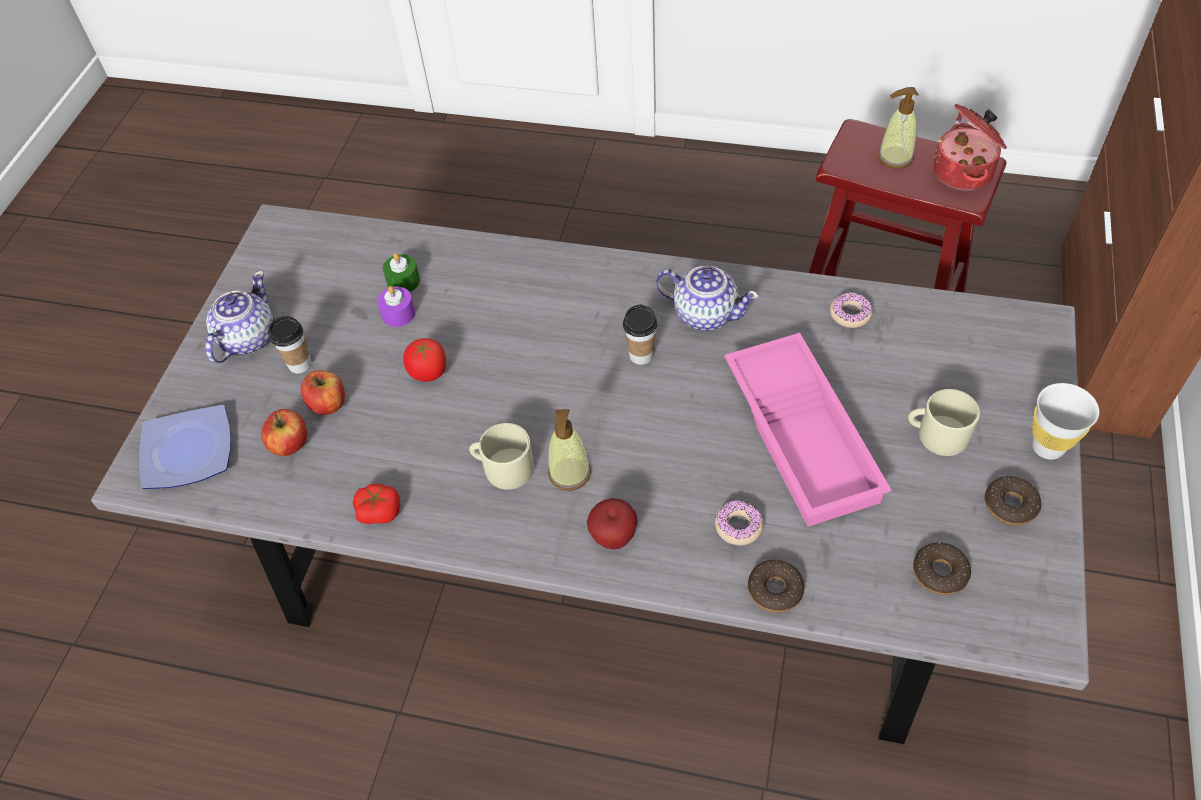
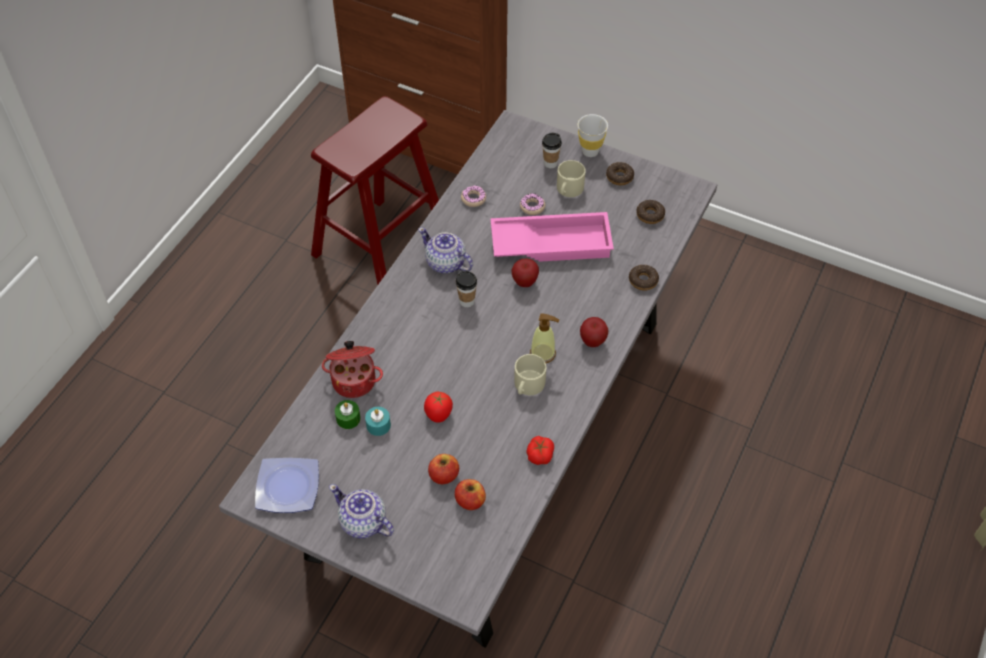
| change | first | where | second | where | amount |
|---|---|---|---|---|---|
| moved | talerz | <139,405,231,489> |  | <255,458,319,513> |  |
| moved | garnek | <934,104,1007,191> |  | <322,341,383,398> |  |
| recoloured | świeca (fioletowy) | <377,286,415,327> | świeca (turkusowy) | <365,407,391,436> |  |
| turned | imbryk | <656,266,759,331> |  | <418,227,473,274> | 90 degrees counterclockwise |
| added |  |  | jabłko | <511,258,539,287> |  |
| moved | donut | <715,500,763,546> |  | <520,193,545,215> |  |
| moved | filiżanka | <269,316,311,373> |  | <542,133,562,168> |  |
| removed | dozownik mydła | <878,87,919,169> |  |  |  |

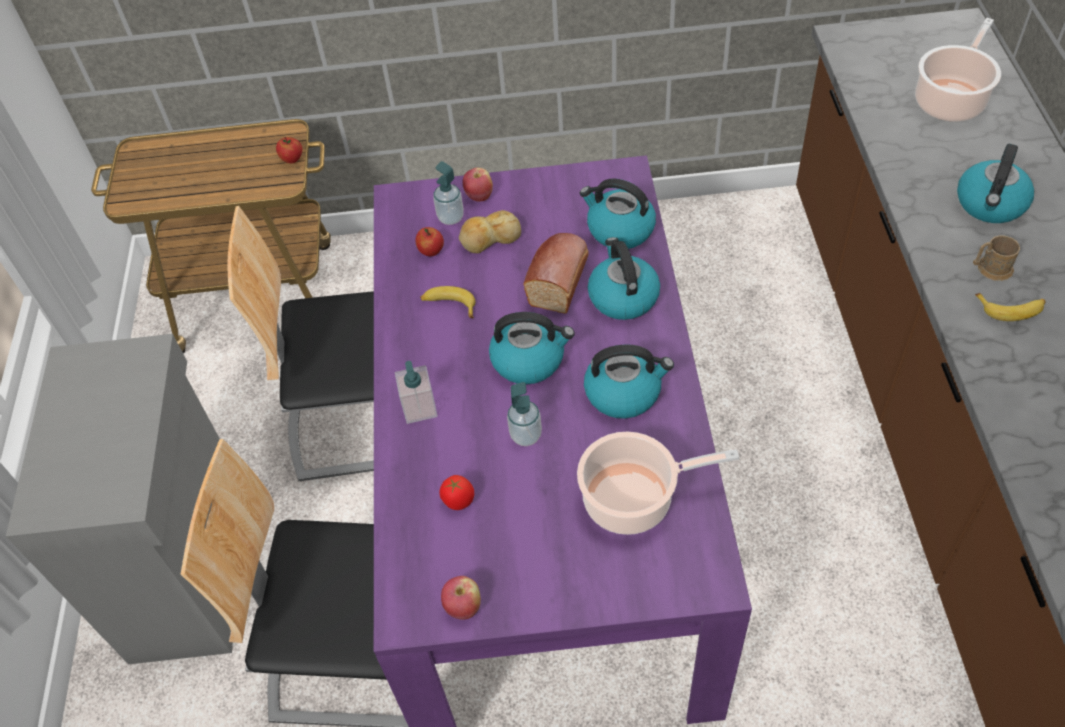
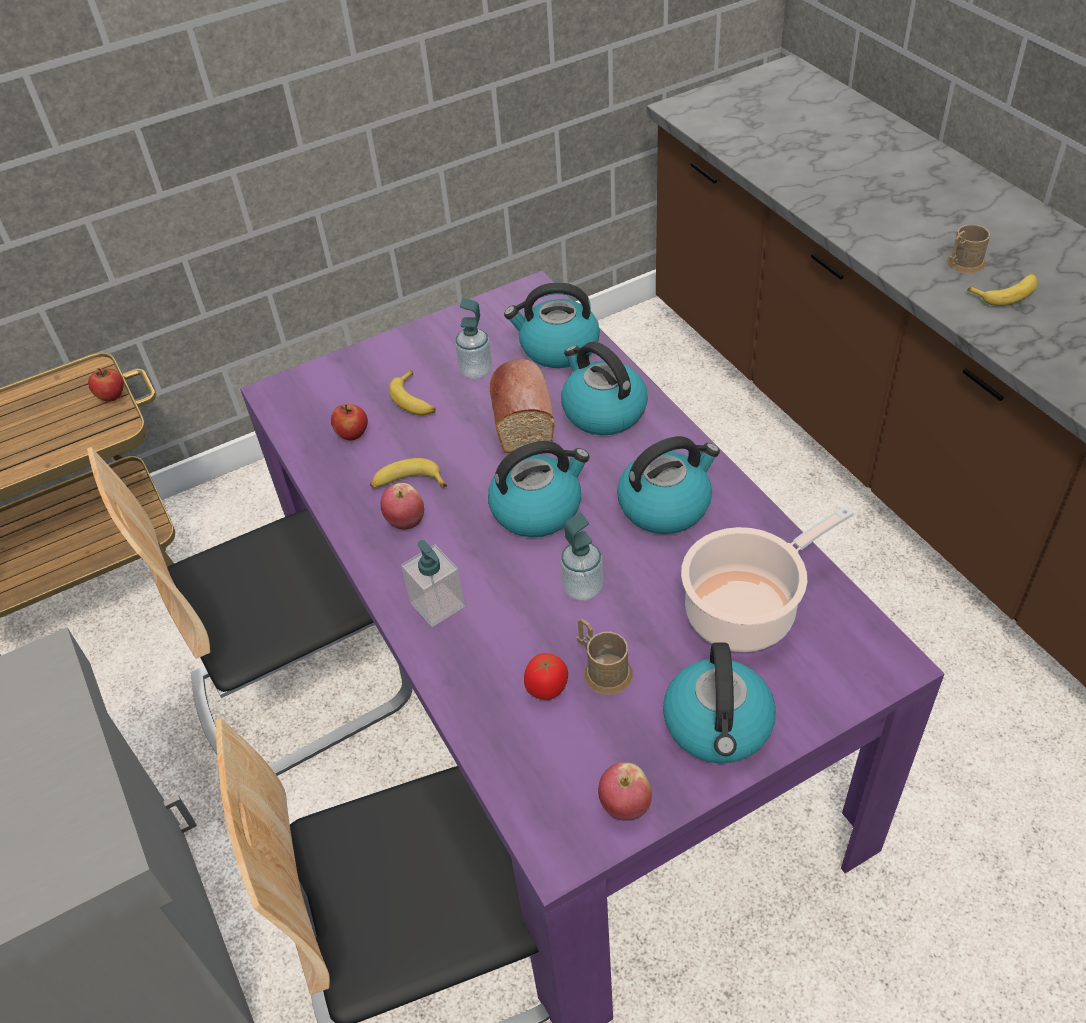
| change | first | where | second | where | amount |
|---|---|---|---|---|---|
| moved | jabłko | <463,168,493,201> |  | <380,483,424,530> |  |
| replaced | chleb | <459,210,521,254> | banan | <389,370,436,416> |  |
| moved | dozownik mydła | <433,161,464,225> |  | <455,298,492,379> |  |
| added |  |  | kubek (brązowy) | <577,619,633,695> |  |
| moved | czajnik | <957,144,1034,223> |  | <663,643,776,764> |  |
| removed | garnek | <915,18,1001,121> |  |  |  |

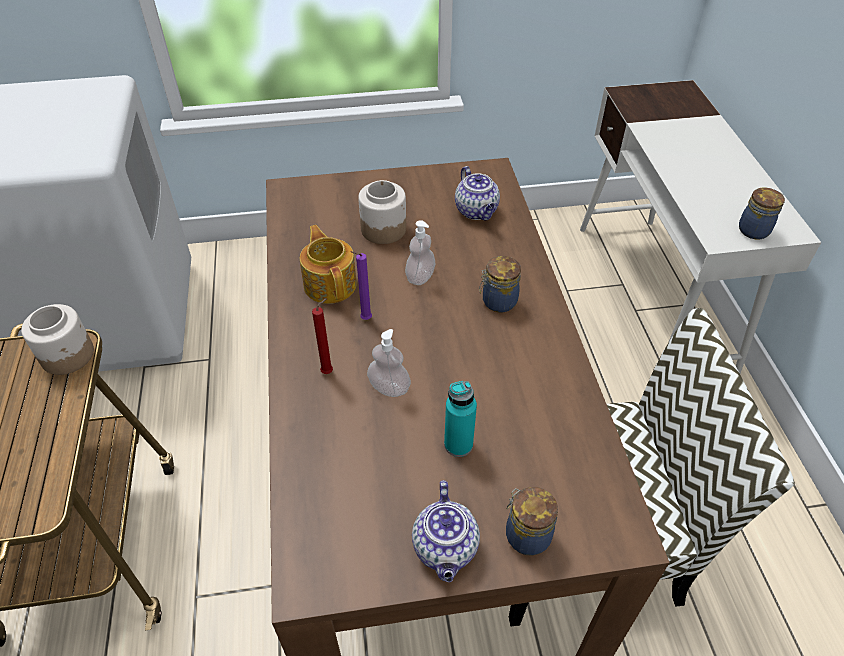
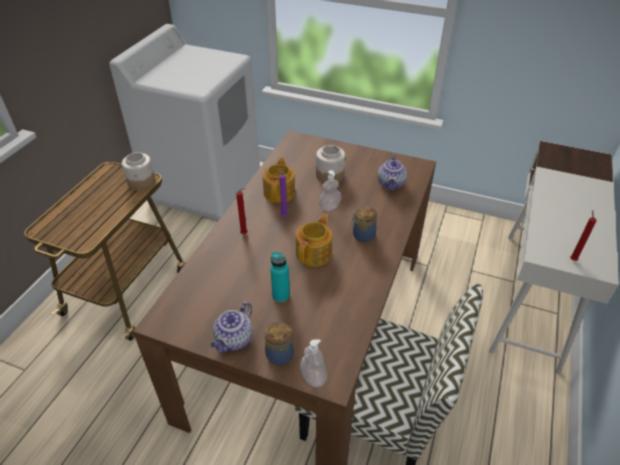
| change | first | where | second | where | amount |
|---|---|---|---|---|---|
| added |  |  | imbryk | <296,214,332,267> |  |
| moved | dozownik mydła | <367,329,411,397> |  | <300,339,327,387> |  |
| replaced | słoik | <739,188,785,239> | świeca (czerwony) | <570,210,597,261> |  |

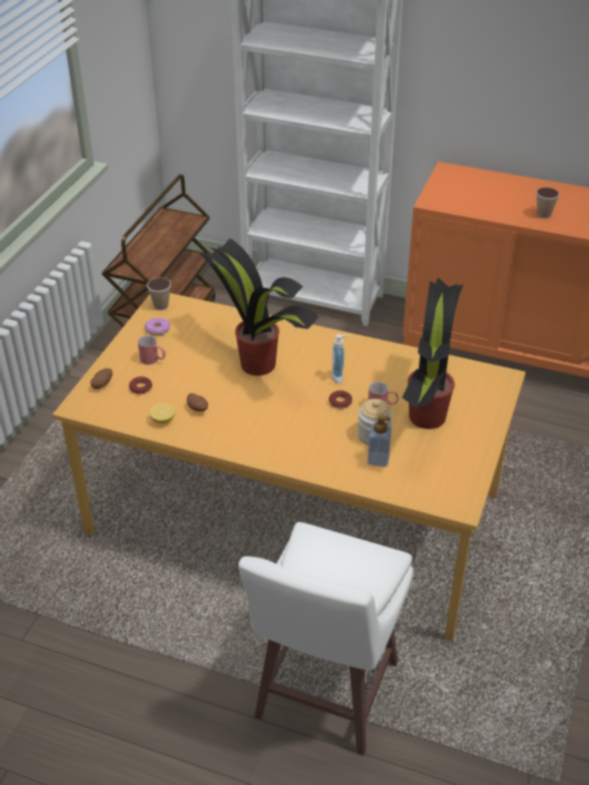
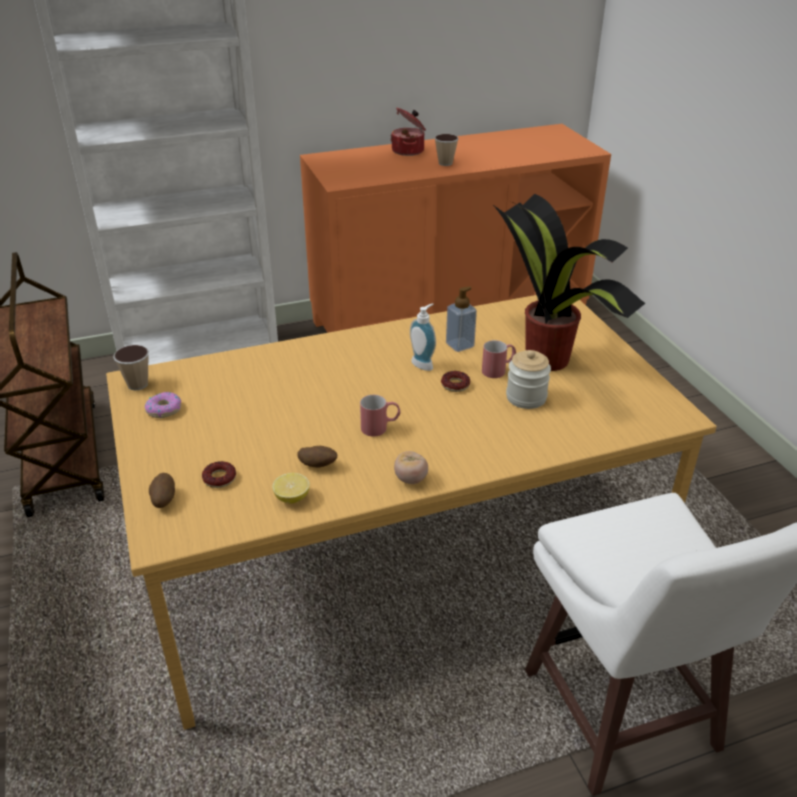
| change | first | where | second | where | amount |
|---|---|---|---|---|---|
| moved | kubek (czerwony) | <138,335,166,365> |  | <360,395,400,437> |  |
| added |  |  | garnek | <390,108,426,156> |  |
| added |  |  | pomidor | <394,451,428,484> |  |
| moved | dozownik mydła | <367,415,392,467> |  | <446,286,477,352> |  |
| removed | roślina doniczkowa | <199,238,319,376> |  |  |  |

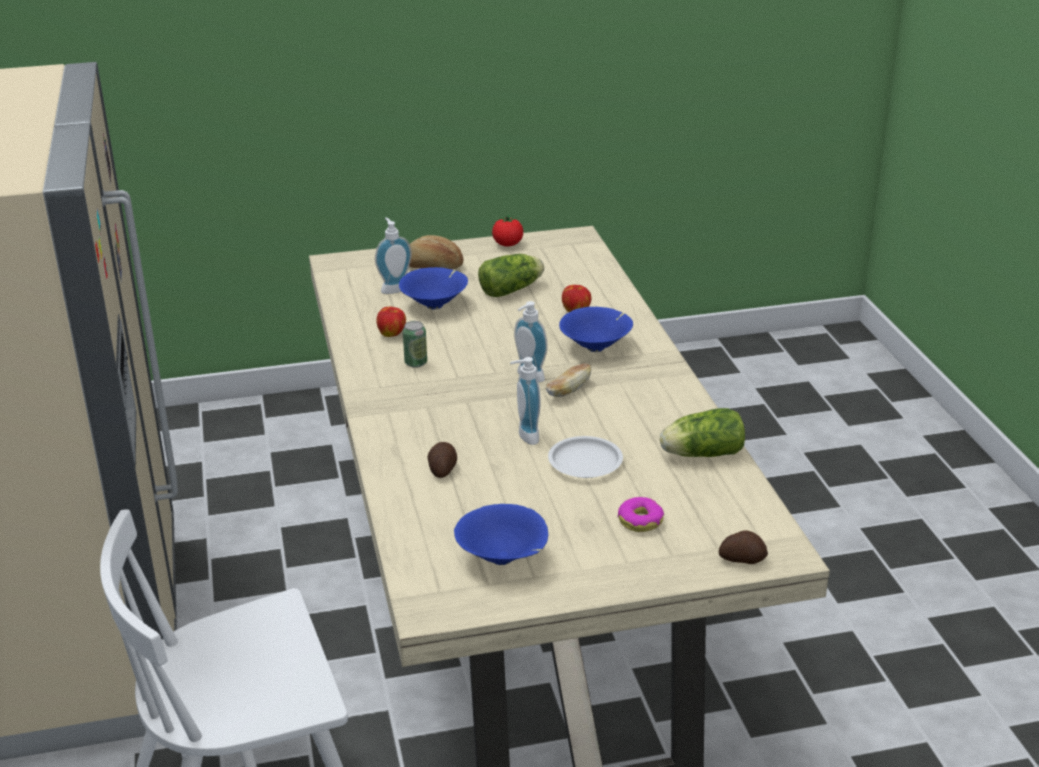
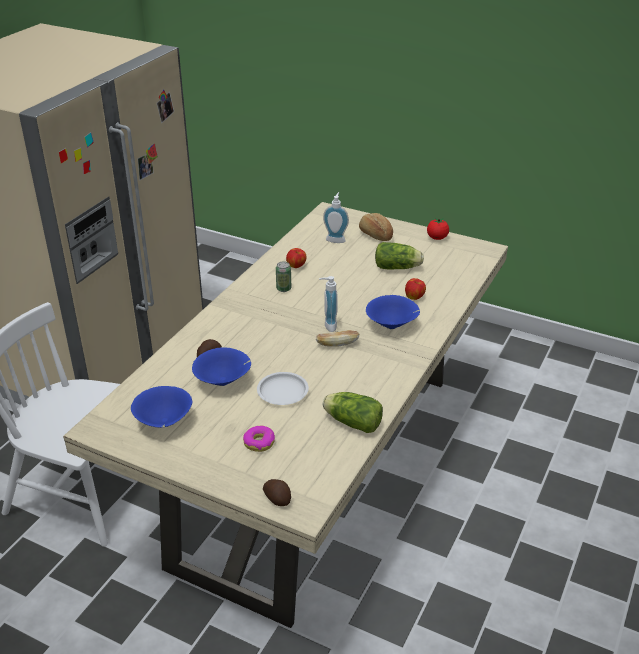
| change | first | where | second | where | amount |
|---|---|---|---|---|---|
| moved | miska (niebieski) | <399,267,468,310> |  | <192,347,251,386> |  |
| removed | dozownik mydła | <510,357,541,445> |  |  |  |

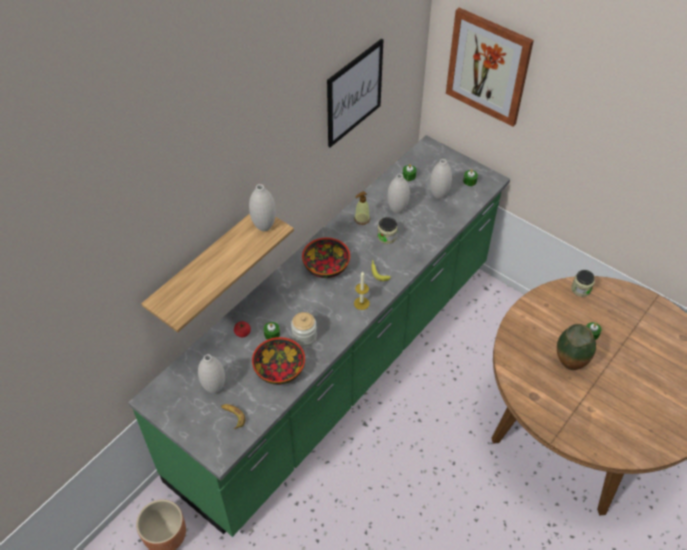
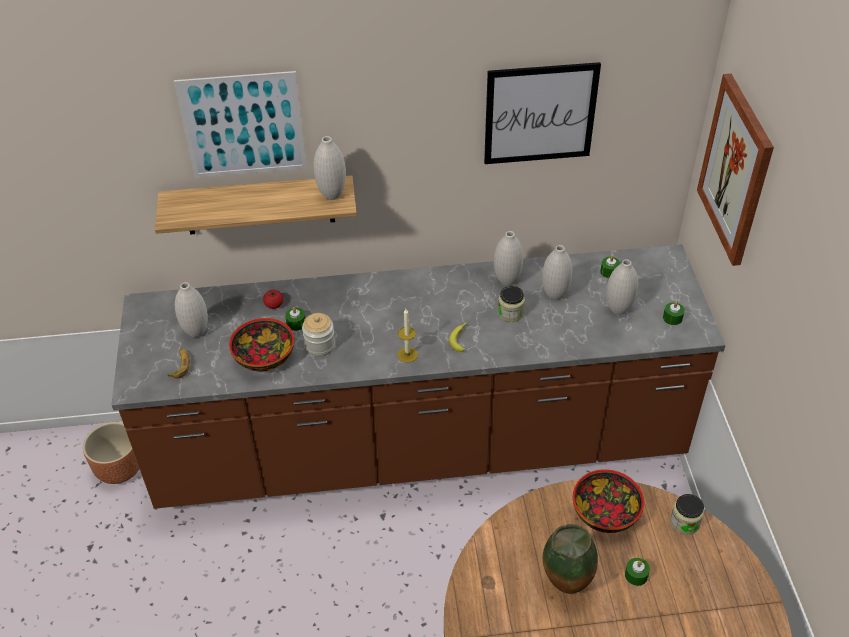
| change | first | where | second | where | amount |
|---|---|---|---|---|---|
| recoloured | zabudowa kuchenna (zielony) | <128,135,510,537> | zabudowa kuchenna (brązowy) | <112,244,725,509> |  |
| added |  |  | obraz | <174,71,307,178> |  |
| replaced | dozownik mydła | <354,191,370,225> | wazon (biały) | <494,231,523,286> |  |
| moved | miska | <302,238,350,278> |  | <573,469,644,533> |  |

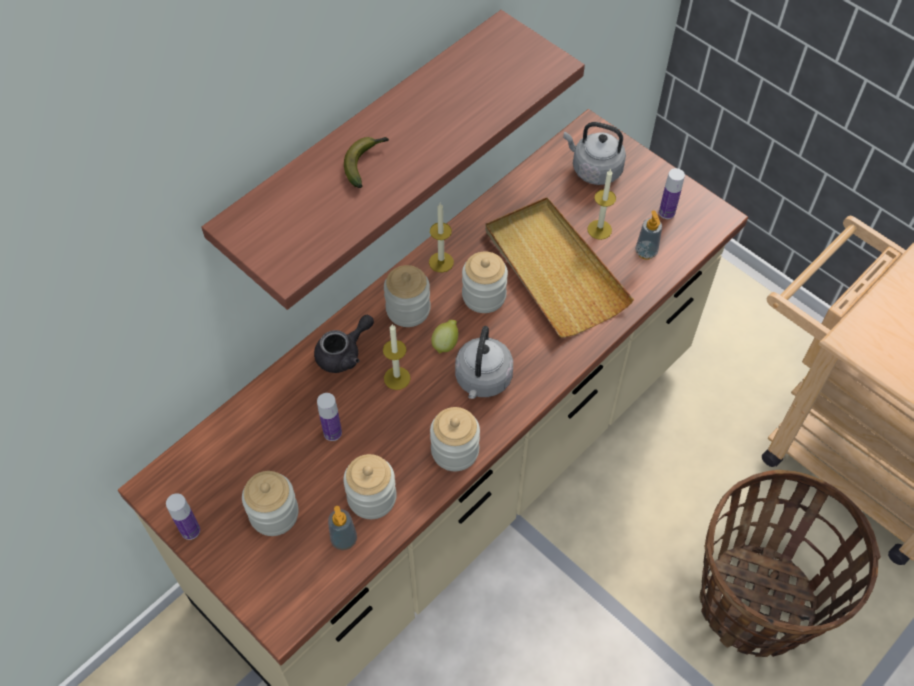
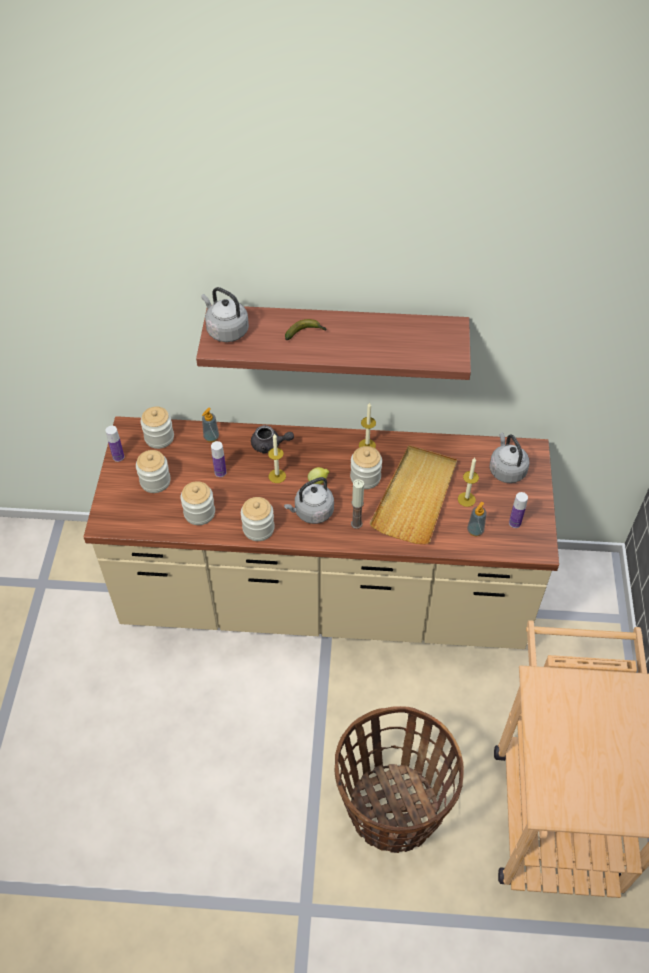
| change | first | where | second | where | amount |
|---|---|---|---|---|---|
| moved | słoik | <384,265,431,327> |  | <140,407,174,449> |  |
| added |  |  | czajnik (szary) | <201,287,249,342> |  |
| moved | dozownik mydła | <328,506,357,550> |  | <202,408,219,442> |  |
| added |  |  | świeca | <351,479,364,529> |  |

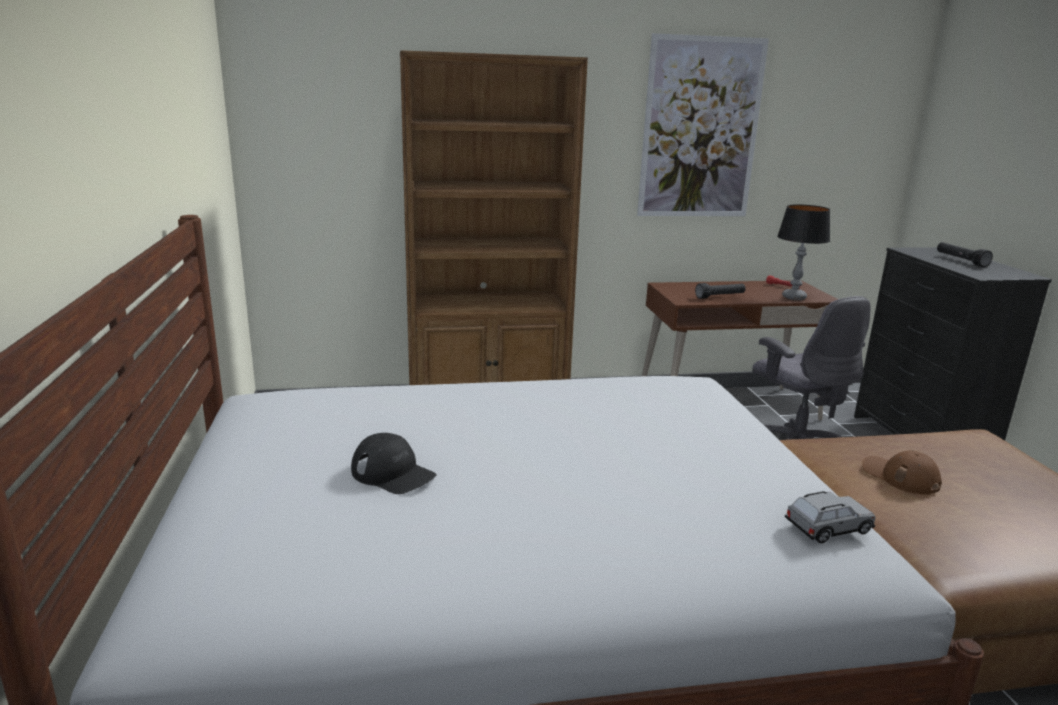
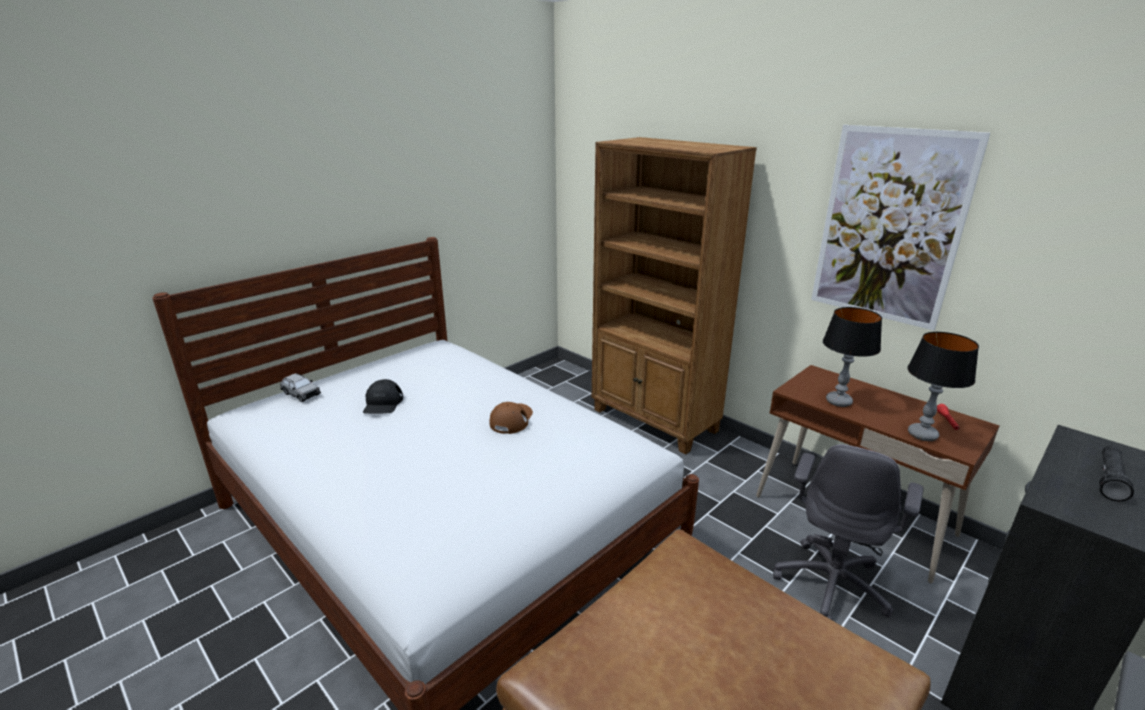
| change | first | where | second | where | amount |
|---|---|---|---|---|---|
| moved | samochodzik (szary) | <785,491,876,543> |  | <280,373,321,402> |  |
| moved | czapka z daszkiem (brązowy) | <862,451,942,494> |  | <490,402,533,434> |  |
| replaced | latarka (czarny) | <695,283,746,299> | lampa stołowa | <823,307,882,407> |  |

